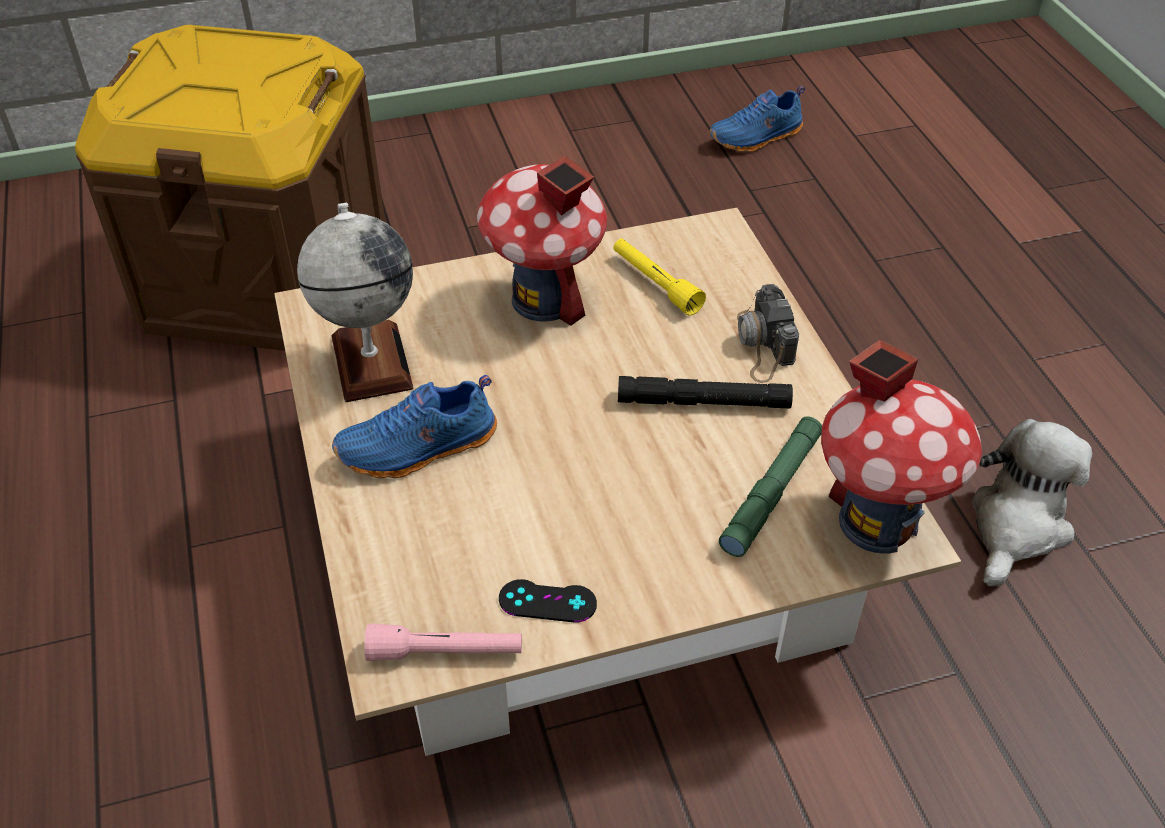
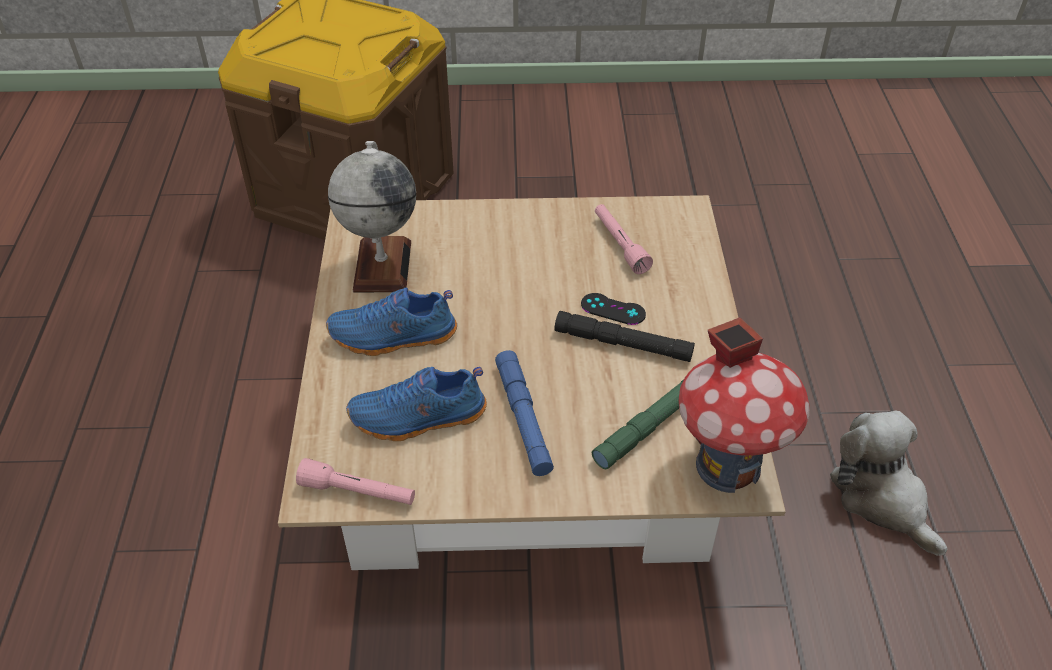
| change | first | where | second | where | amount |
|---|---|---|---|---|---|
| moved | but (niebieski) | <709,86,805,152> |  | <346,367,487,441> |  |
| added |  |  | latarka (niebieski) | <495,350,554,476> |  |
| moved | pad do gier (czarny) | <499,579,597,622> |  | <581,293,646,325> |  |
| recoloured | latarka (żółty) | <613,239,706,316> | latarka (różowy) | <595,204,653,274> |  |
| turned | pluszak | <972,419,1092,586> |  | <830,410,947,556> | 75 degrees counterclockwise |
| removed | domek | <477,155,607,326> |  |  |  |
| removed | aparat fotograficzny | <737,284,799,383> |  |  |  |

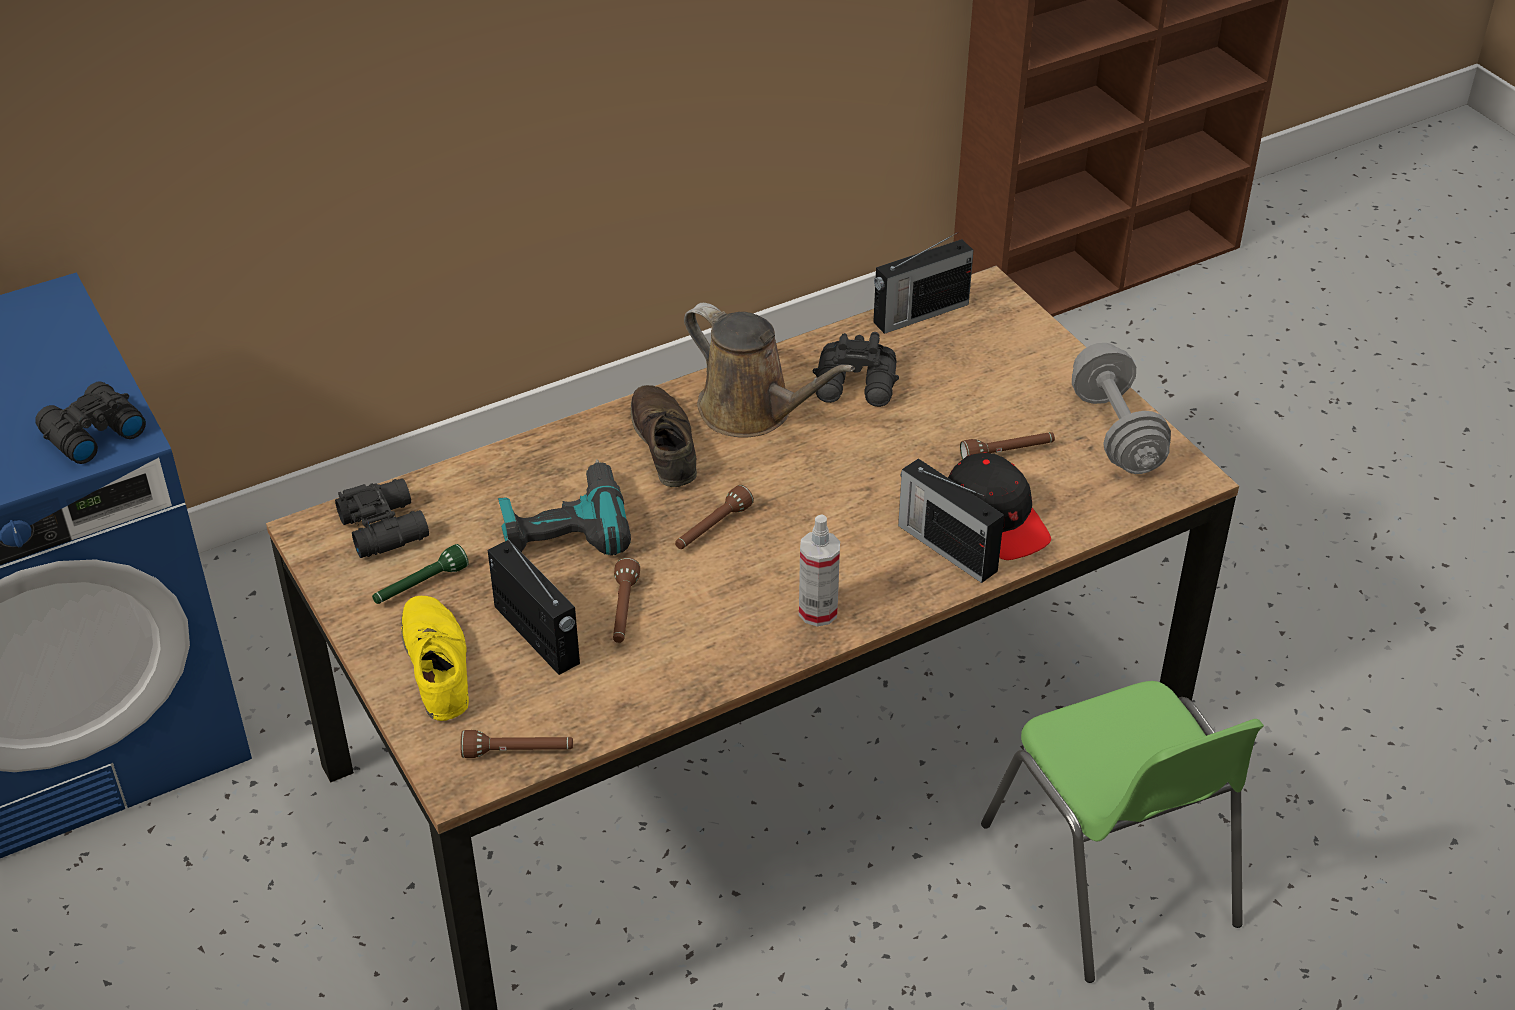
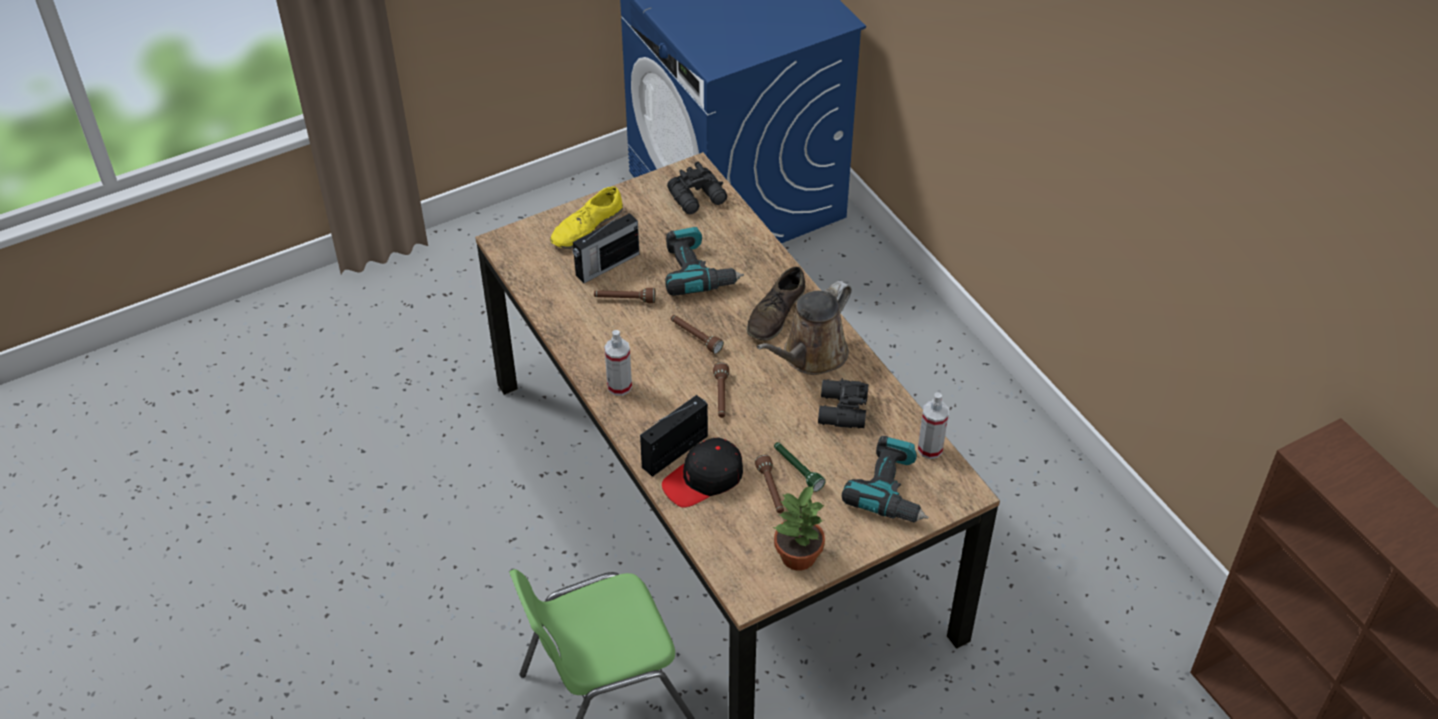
| change | first | where | second | where | amount |
|---|---|---|---|---|---|
| turned | but (żółty) | <401,596,469,721> |  | <550,187,623,249> | 150 degrees clockwise |
| moved | latarka (brązowy) | <460,730,573,758> |  | <713,362,729,418> |  |
| turned | but (brązowy) | <631,385,697,487> |  | <747,267,805,341> | 135 degrees clockwise |
| replaced | hantel (szary) | <1072,343,1171,474> | roślina doniczkowa | <773,485,825,571> |  |
| moved | latarka (zielony) | <372,544,469,604> |  | <774,442,826,492> |  |
| added |  |  | wiertarka | <842,436,929,522> |  |
| replaced | radio | <873,232,974,334> | spryskiwacz | <918,392,949,459> |  |
| removed | lornetka (czarny) | <35,382,146,464> |  |  |  |

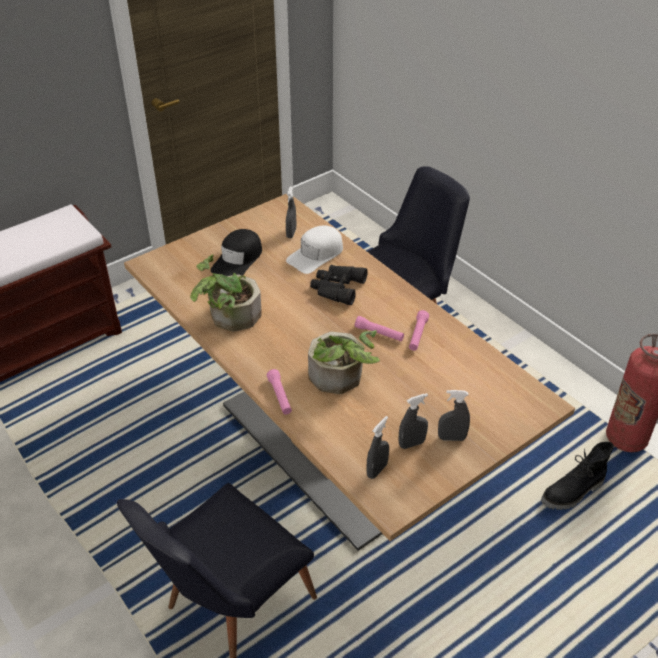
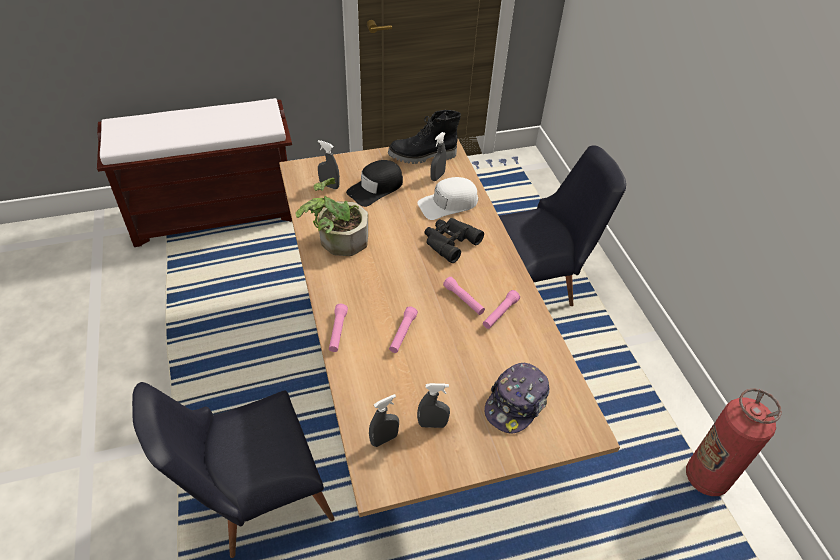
| change | first | where | second | where | amount |
|---|---|---|---|---|---|
| moved | spryskiwacz (szary) | <438,390,470,441> |  | <318,140,340,189> |  |
| moved | but z cholewką (czarny) | <541,442,614,510> |  | <388,110,461,164> |  |
| replaced | roślina doniczkowa | <308,330,380,394> | latarka (różowy) | <389,306,418,353> |  |
| added |  |  | czapka z daszkiem | <485,363,550,433> |  |

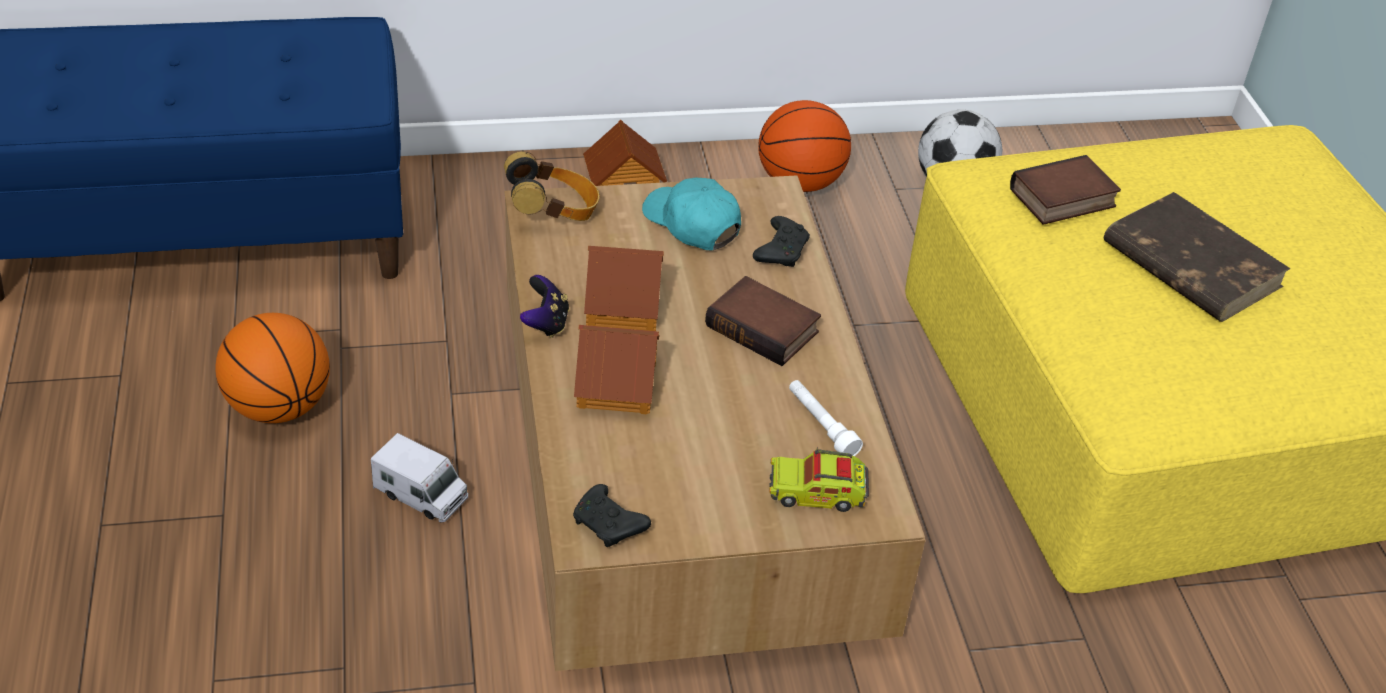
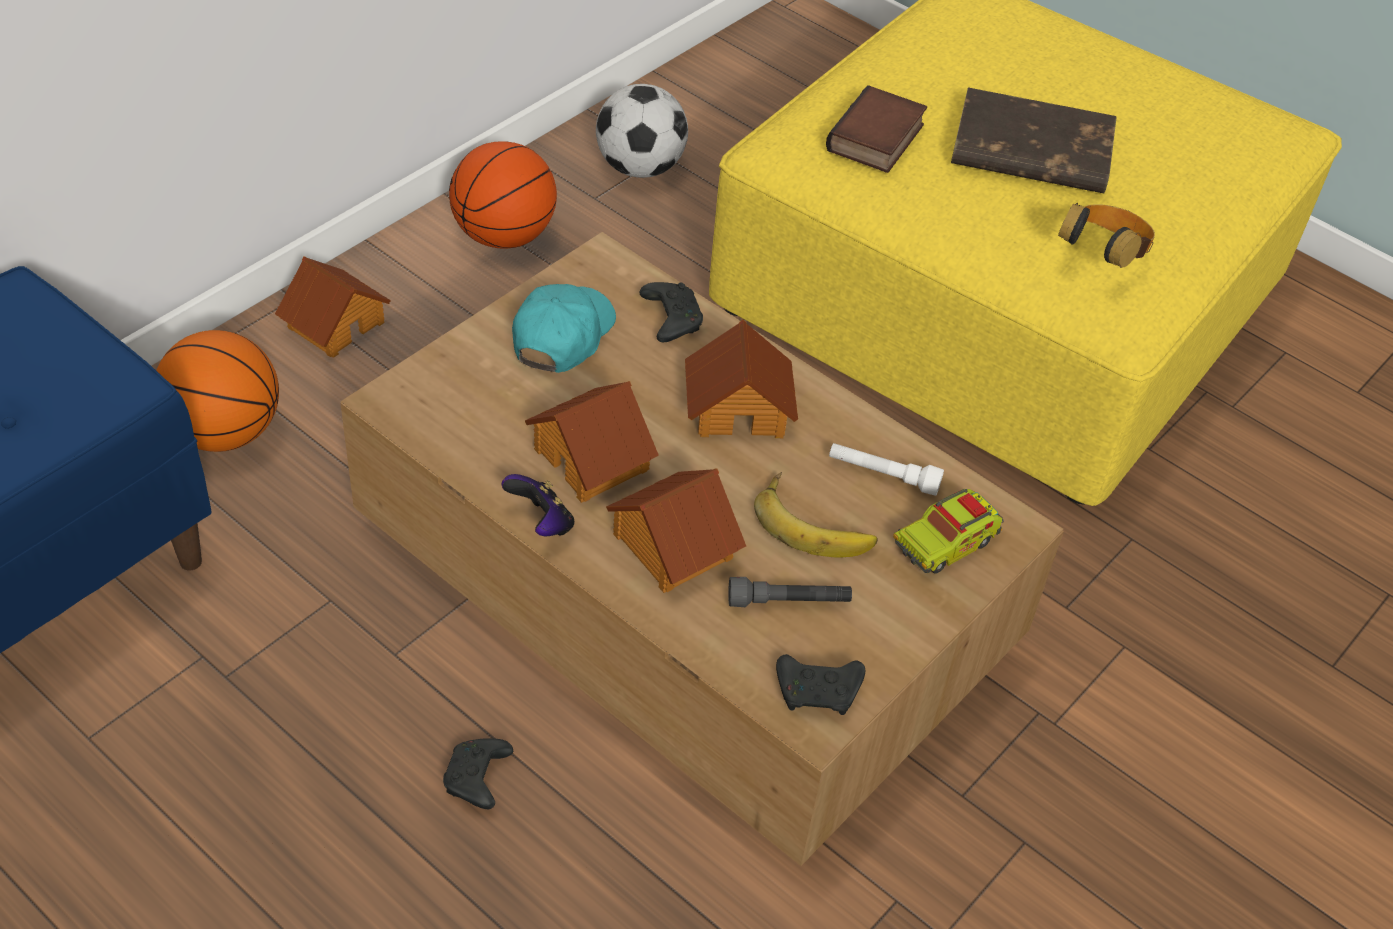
| change | first | where | second | where | amount |
|---|---|---|---|---|---|
| moved | piłka do koszykówki | <215,313,330,423> |  | <156,330,279,452> |  |
| replaced | ciężarówka zabawkowa | <371,433,468,523> | pad do gier (czarny) | <443,738,513,809> |  |
| turned | czapka z daszkiem (turkusowy) | <642,177,741,250> |  | <512,284,616,373> | 105 degrees clockwise |
| replaced | książka | <705,276,821,366> | domek | <685,320,798,438> |  |
| added |  |  | latarka (szary) | <728,577,852,607> |  |
| added |  |  | banan | <754,472,878,557> |  |
| moved | słuchawki | <504,152,599,221> |  | <1058,203,1155,268> |  |

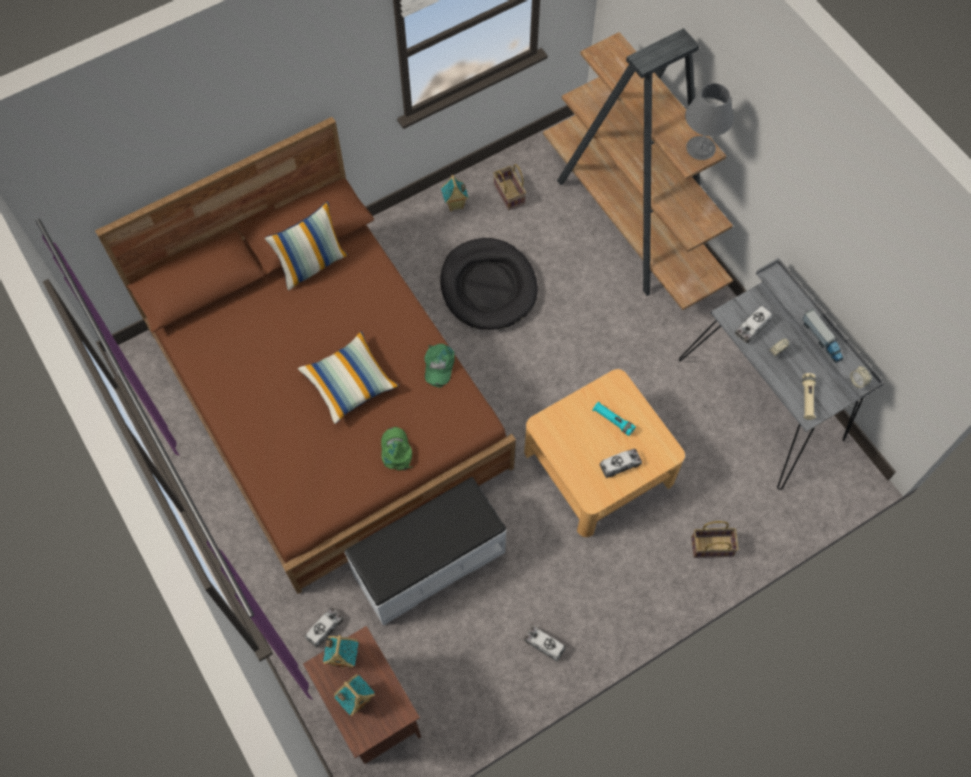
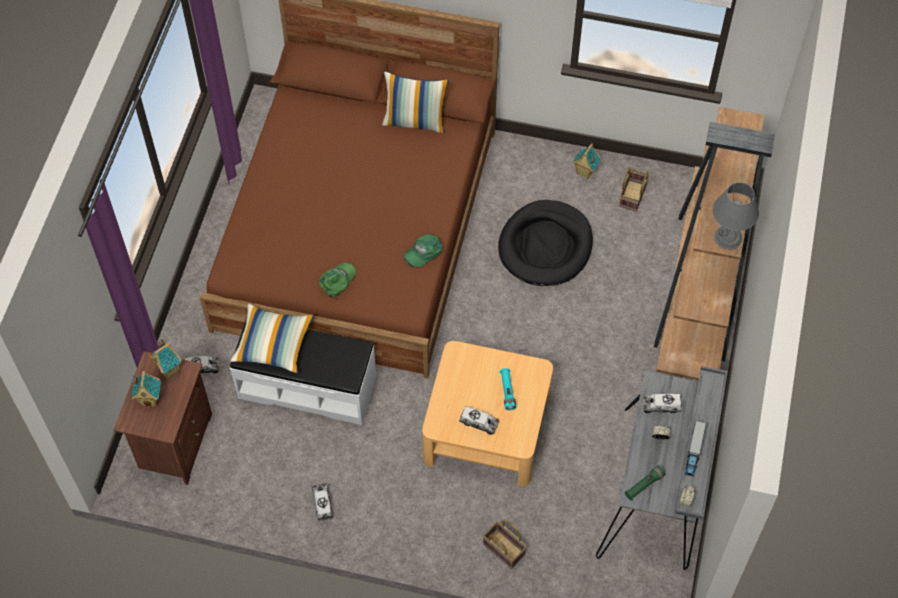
| change | first | where | second | where | amount |
|---|---|---|---|---|---|
| moved | poduszka | <298,332,399,424> |  | <231,304,314,373> |  |
| recoloured | latarka (beżowy) | <802,373,816,420> | latarka (zielony) | <625,465,666,501> |  |

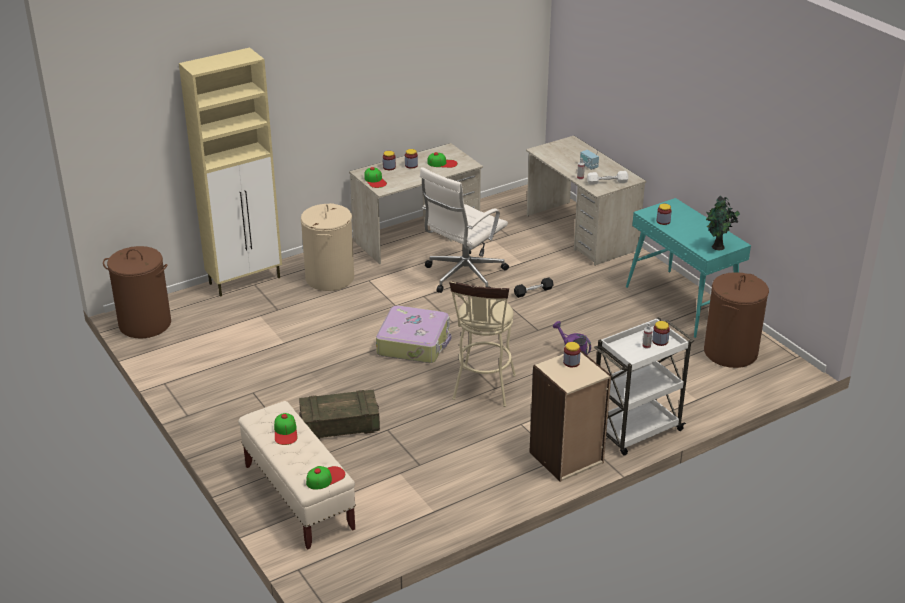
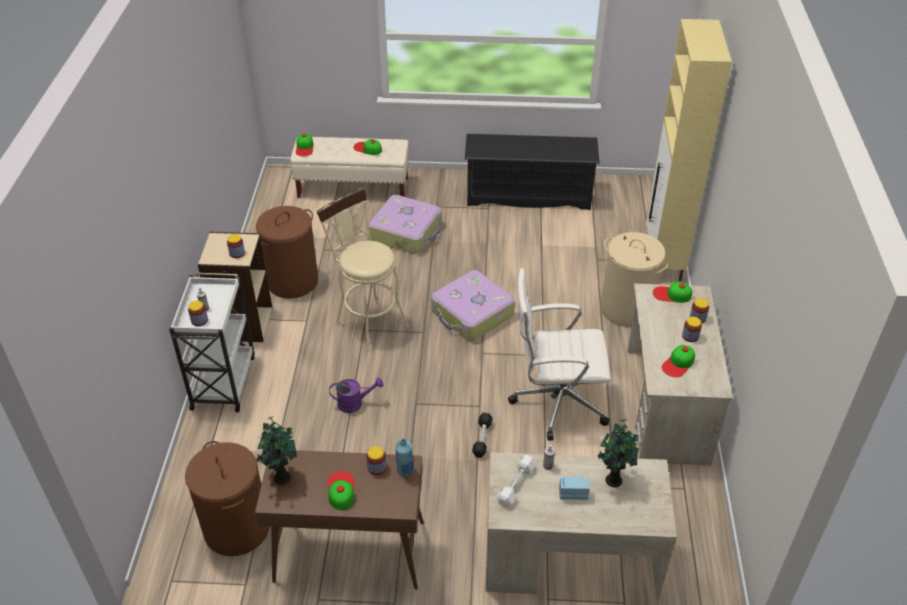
| change | first | where | second | where | amount |
|---|---|---|---|---|---|
| recoloured | stolik konsolowy (turkusowy) | <626,198,751,338> | stolik konsolowy (brązowy) | <255,450,424,590> |  |
| moved | kosz na pranie (brązowy) | <103,246,171,338> |  | <256,206,318,299> |  |
| added |  |  | czapka z daszkiem | <328,471,355,510> |  |
| replaced | skrzynka | <299,390,380,439> | walizka | <369,195,441,254> |  |
| added |  |  | butelka (niebieski) | <395,438,413,477> |  |
| added |  |  | regał na buty (czarny) | <465,134,600,210> |  |
| turned | krzesło biurowe (biały) | <420,167,509,293> |  | <508,268,611,440> | 75 degrees counterclockwise |
| added |  |  | roślina doniczkowa | <598,419,639,488> |  |

